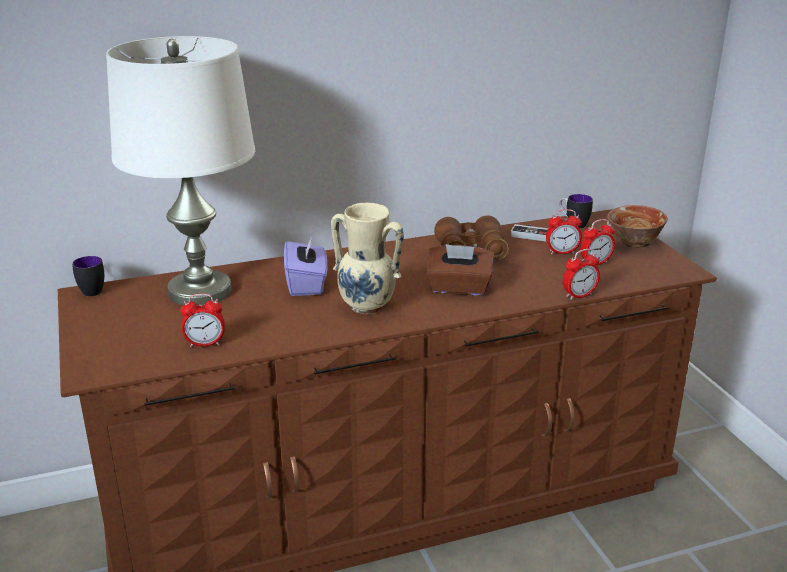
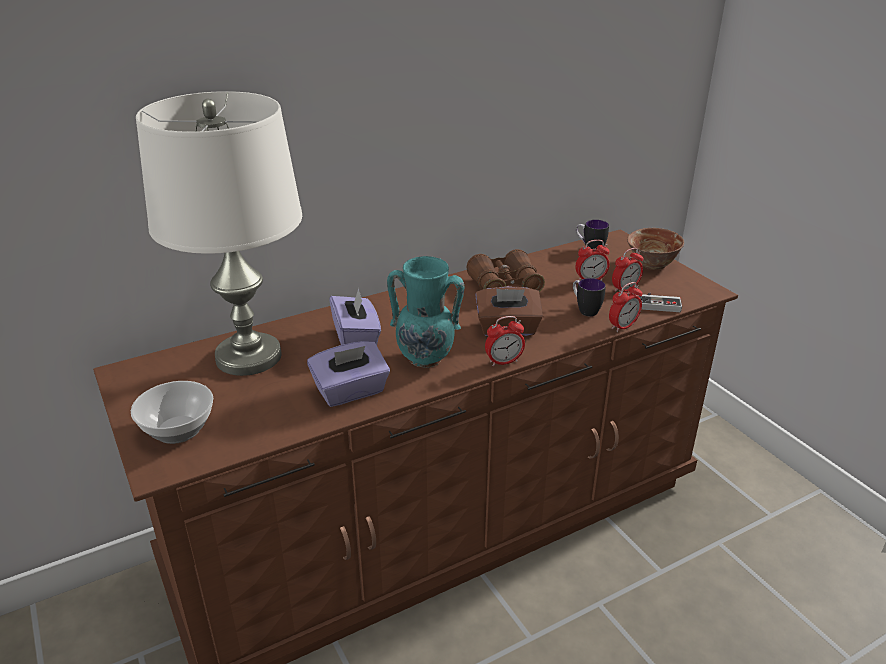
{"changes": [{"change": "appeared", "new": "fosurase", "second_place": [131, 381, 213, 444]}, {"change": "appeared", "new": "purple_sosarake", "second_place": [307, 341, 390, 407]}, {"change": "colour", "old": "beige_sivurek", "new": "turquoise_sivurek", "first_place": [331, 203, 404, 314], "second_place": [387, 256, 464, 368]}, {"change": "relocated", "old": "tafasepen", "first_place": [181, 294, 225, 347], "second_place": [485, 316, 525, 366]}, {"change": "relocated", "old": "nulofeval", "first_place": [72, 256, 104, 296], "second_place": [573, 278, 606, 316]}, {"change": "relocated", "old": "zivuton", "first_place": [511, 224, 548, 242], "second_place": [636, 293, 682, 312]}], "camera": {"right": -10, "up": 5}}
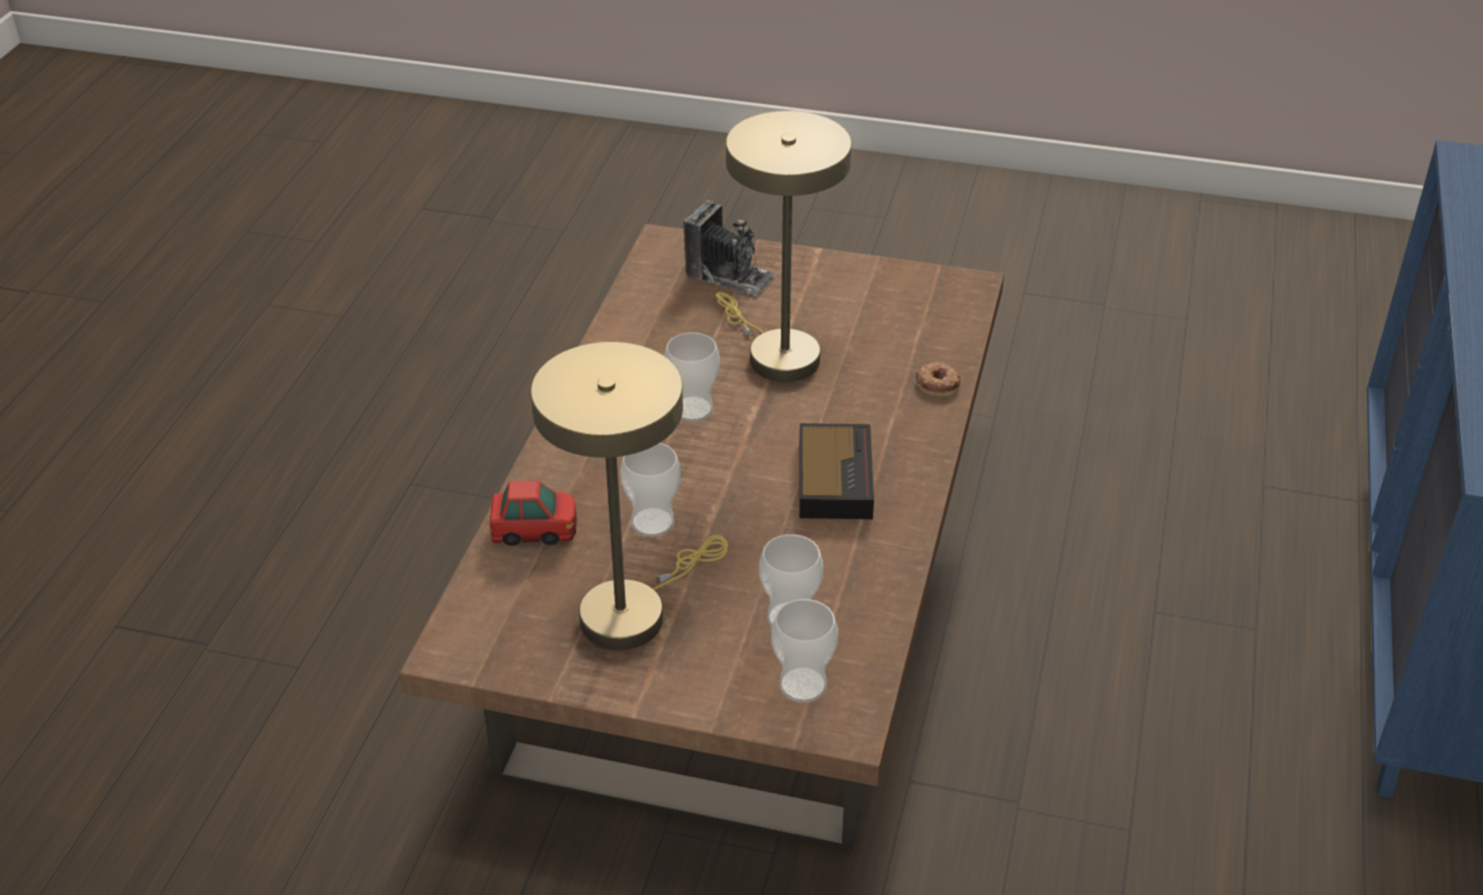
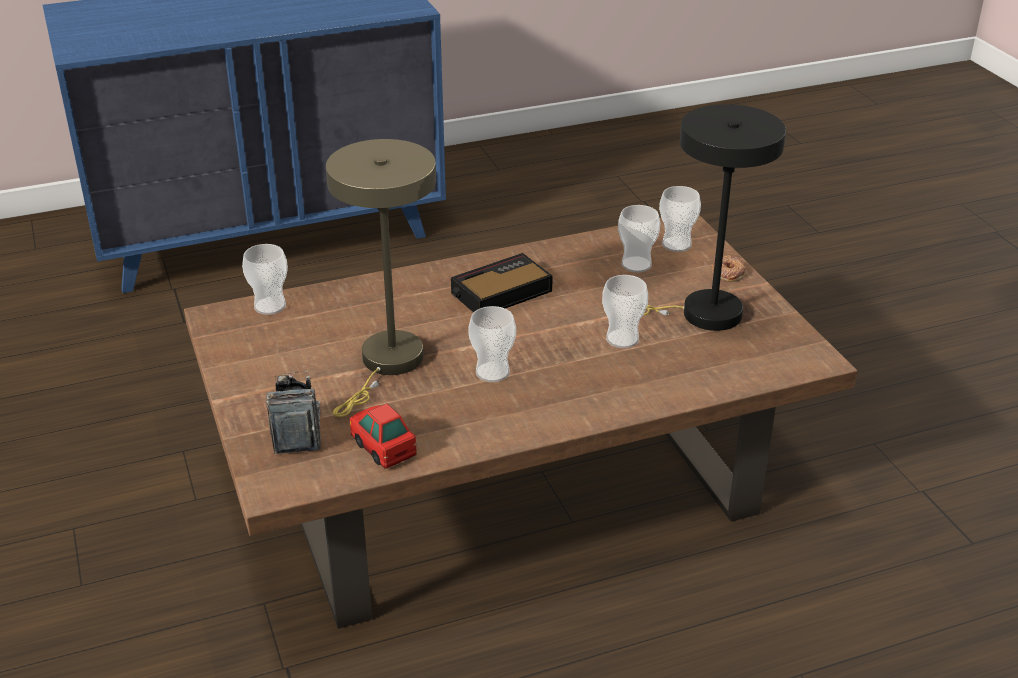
{"changes": [{"change": "appeared", "new": "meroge", "second_place": [242, 244, 288, 315]}, {"change": "relocated", "old": "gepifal", "first_place": [490, 481, 577, 546], "second_place": [350, 403, 417, 468]}, {"change": "colour", "old": "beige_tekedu", "new": "black_tekedu", "first_place": [531, 342, 728, 650], "second_place": [643, 104, 786, 331]}, {"change": "relocated", "old": "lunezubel", "first_place": [916, 363, 961, 397], "second_place": [712, 255, 746, 282]}], "camera": {"right": -125, "up": -5}}
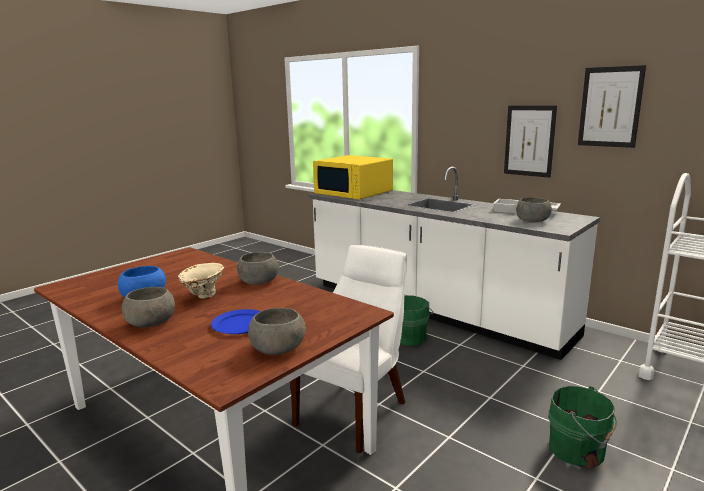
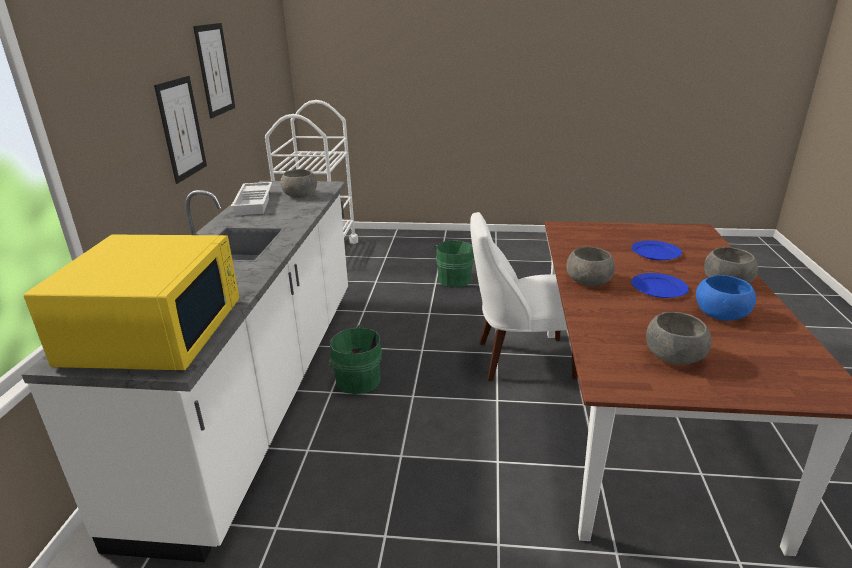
{"changes": [{"change": "exchanged", "old": "beige_sivurek", "new": "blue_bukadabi", "first_place": [177, 263, 224, 298], "second_place": [631, 273, 689, 298]}, {"change": "relocated", "old": "grey_fosurase", "first_place": [248, 308, 306, 355], "second_place": [646, 312, 712, 365]}], "camera": {"right": -125, "up": 10}}
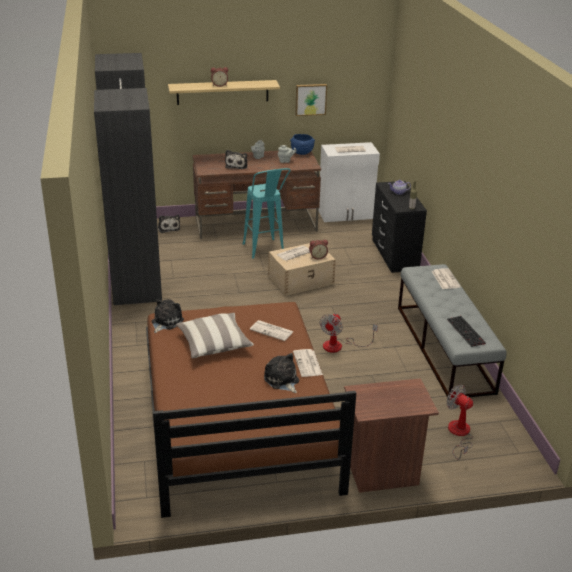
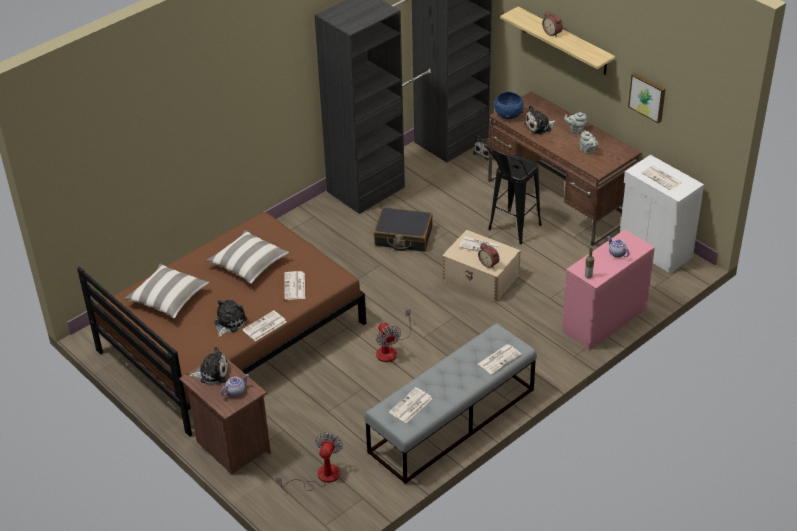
{"changes": [{"change": "appeared", "new": "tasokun", "second_place": [124, 264, 209, 318]}, {"change": "relocated", "old": "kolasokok", "first_place": [152, 299, 184, 333], "second_place": [188, 347, 228, 384]}, {"change": "appeared", "new": "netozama", "second_place": [221, 374, 249, 397]}, {"change": "appeared", "new": "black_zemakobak", "second_place": [374, 207, 433, 252]}, {"change": "spun", "old": "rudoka", "first_place": [320, 313, 378, 353], "second_place": [376, 309, 411, 362], "degrees": -105}, {"change": "exchanged", "old": "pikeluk", "new": "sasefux", "first_place": [447, 316, 486, 347], "second_place": [389, 387, 432, 423]}, {"change": "colour", "old": "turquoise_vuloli", "new": "black_vuloli", "first_place": [243, 168, 291, 258], "second_place": [484, 145, 542, 244]}, {"change": "relocated", "old": "blue_fosurase", "first_place": [290, 134, 315, 155], "second_place": [494, 92, 524, 119]}, {"change": "colour", "old": "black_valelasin", "new": "pink_valelasin", "first_place": [372, 181, 427, 273], "second_place": [562, 230, 655, 350]}], "camera": {"right": 60, "up": 10}}
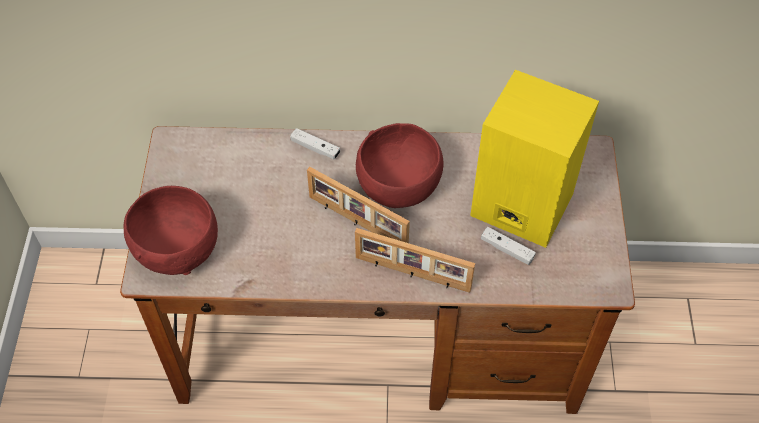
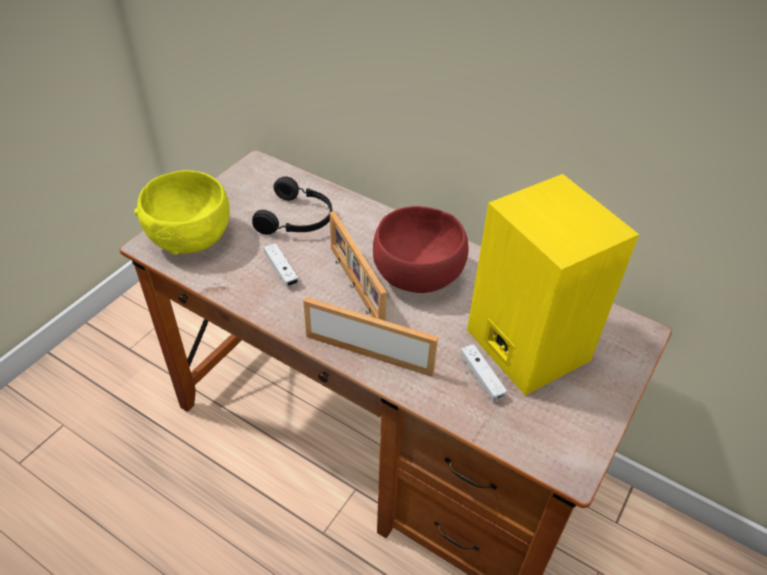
{"changes": [{"change": "colour", "old": "red_fosurase", "new": "yellow_fosurase", "first_place": [124, 186, 218, 275], "second_place": [134, 170, 230, 255]}, {"change": "appeared", "new": "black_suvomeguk", "second_place": [252, 176, 332, 235]}, {"change": "relocated", "old": "white_zivuton", "first_place": [290, 128, 340, 160], "second_place": [264, 243, 299, 287]}, {"change": "spun", "old": "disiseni", "first_place": [355, 228, 475, 293], "second_place": [303, 297, 438, 377], "degrees": 150}], "camera": {"right": 30, "up": -10}}
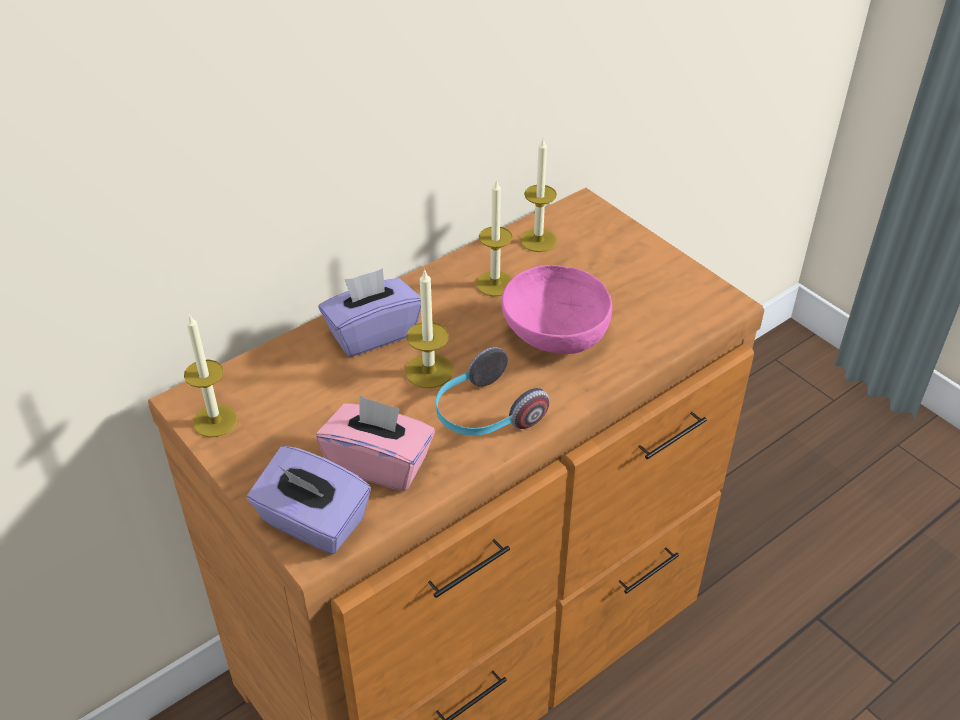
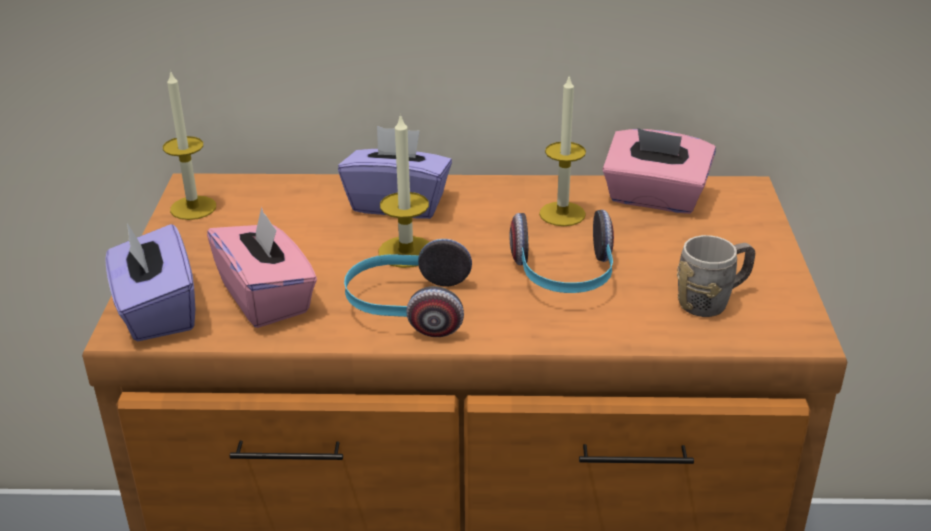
{"changes": [{"change": "exchanged", "old": "pink_fosurase", "new": "suvomeguk", "first_place": [502, 265, 612, 354], "second_place": [510, 210, 614, 293]}, {"change": "exchanged", "old": "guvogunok", "new": "pink_sosarake", "first_place": [520, 139, 557, 252], "second_place": [602, 128, 716, 214]}, {"change": "appeared", "new": "grey_nulofeval", "second_place": [677, 235, 755, 317]}], "camera": {"right": 40, "up": -10}}
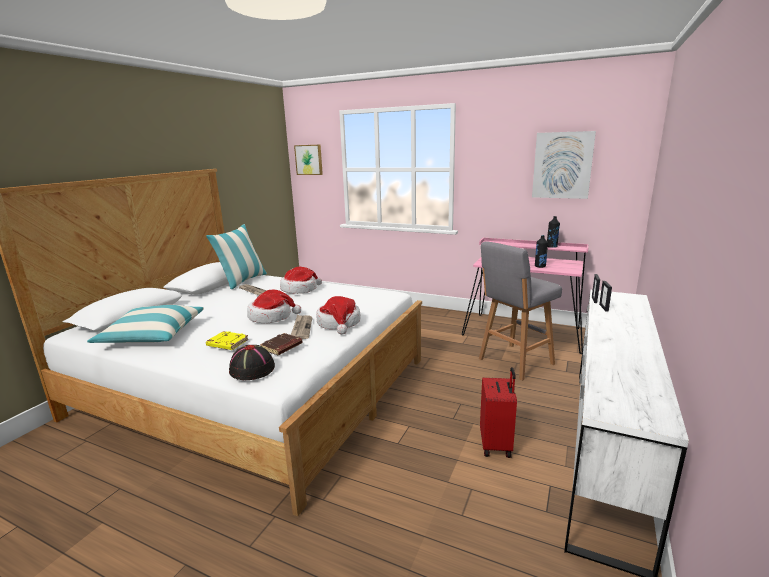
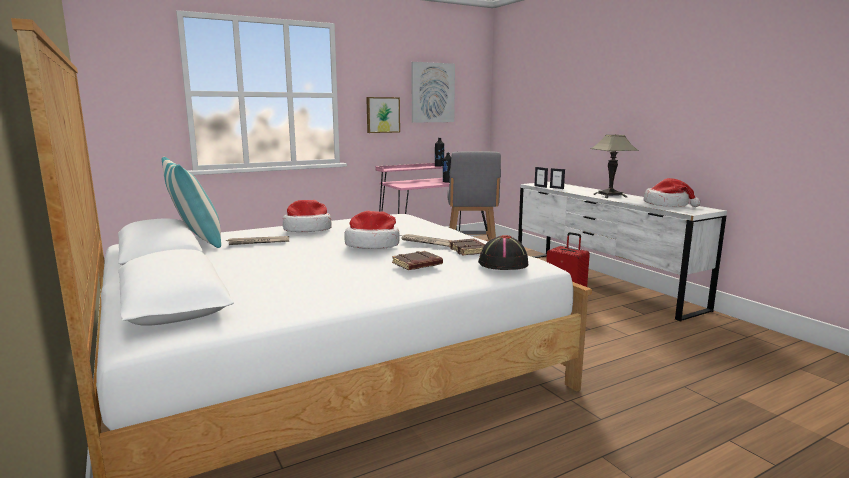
{"changes": [{"change": "relocated", "old": "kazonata", "first_place": [294, 145, 323, 175], "second_place": [366, 97, 400, 133]}, {"change": "colour", "old": "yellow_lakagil", "new": "brown_lakagil", "first_place": [206, 331, 249, 350], "second_place": [392, 251, 443, 270]}, {"change": "appeared", "new": "tekedu", "second_place": [591, 134, 639, 198]}, {"change": "relocated", "old": "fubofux", "first_place": [316, 296, 361, 335], "second_place": [643, 178, 701, 207]}, {"change": "missing", "old": "tasokun", "first_place": [87, 305, 204, 343]}], "camera": {"right": -55, "up": -5}}
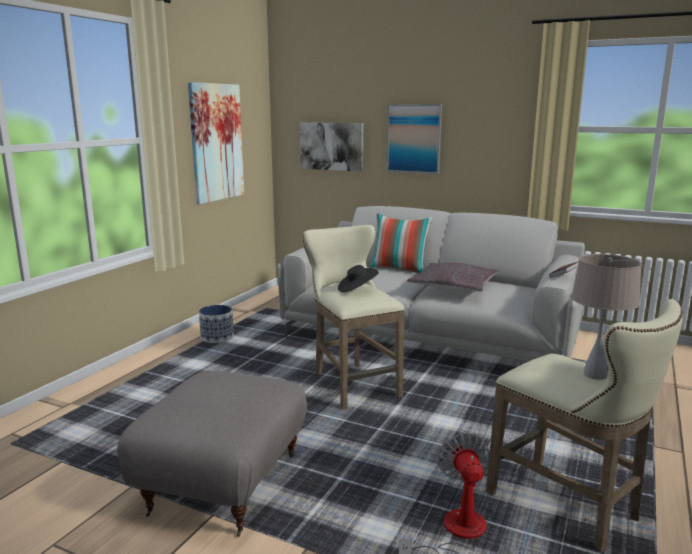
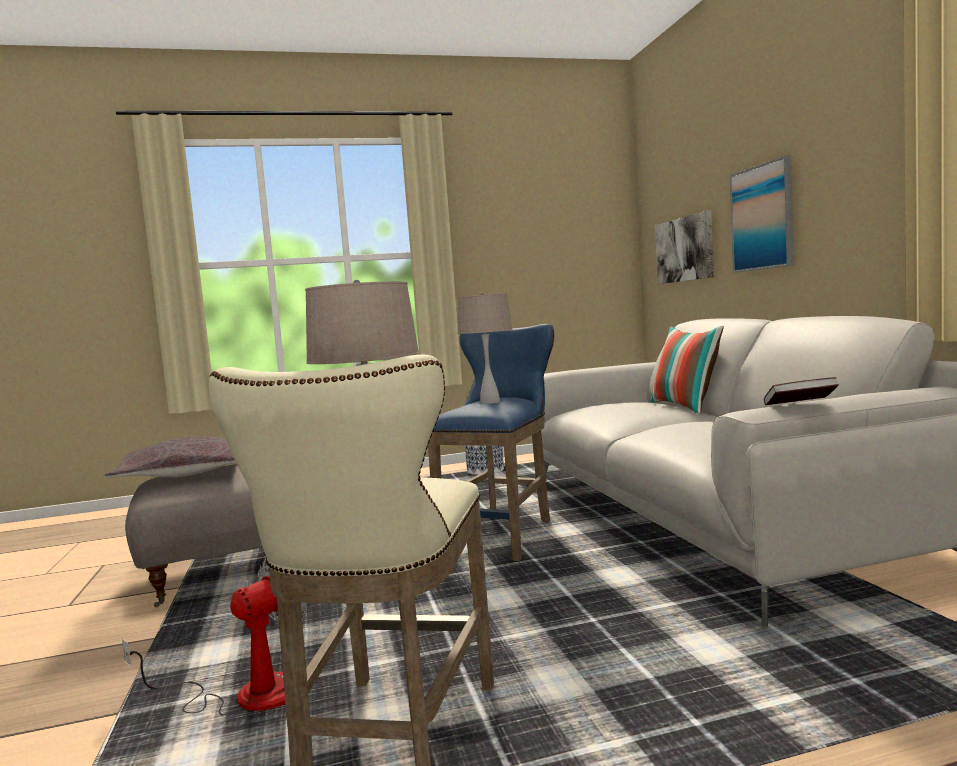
{"changes": [{"change": "relocated", "old": "grey_tasokun", "first_place": [407, 263, 499, 292], "second_place": [105, 436, 236, 478]}, {"change": "colour", "old": "beige_vuloli", "new": "blue_vuloli", "first_place": [302, 225, 405, 410], "second_place": [428, 324, 554, 561]}, {"change": "exchanged", "old": "black_fubofux", "new": "beige_tekedu", "first_place": [338, 265, 379, 292], "second_place": [457, 293, 513, 404]}, {"change": "missing", "old": "kazonata", "first_place": [188, 82, 244, 204]}], "camera": {"right": 50, "up": -10}}
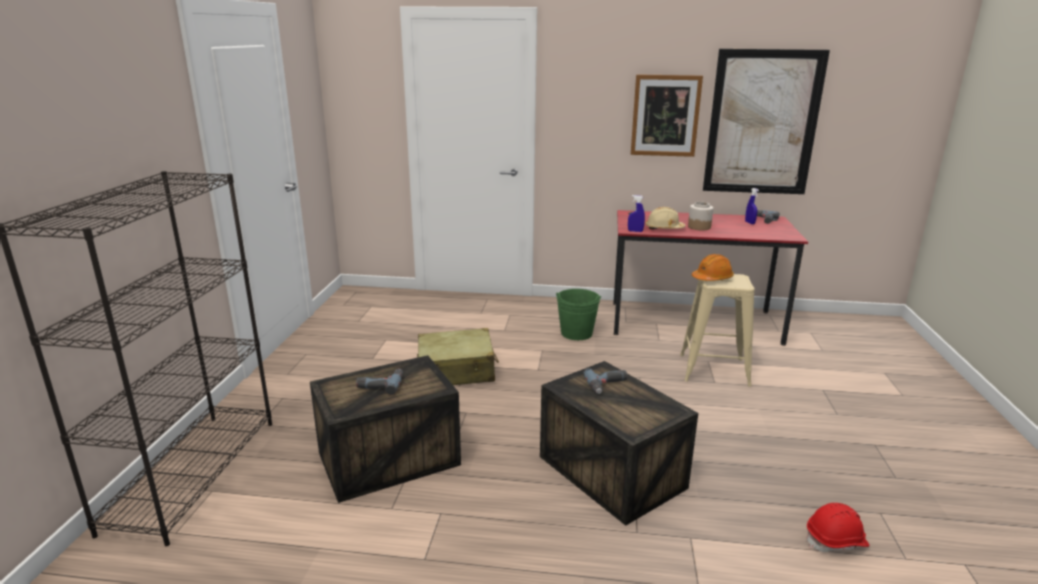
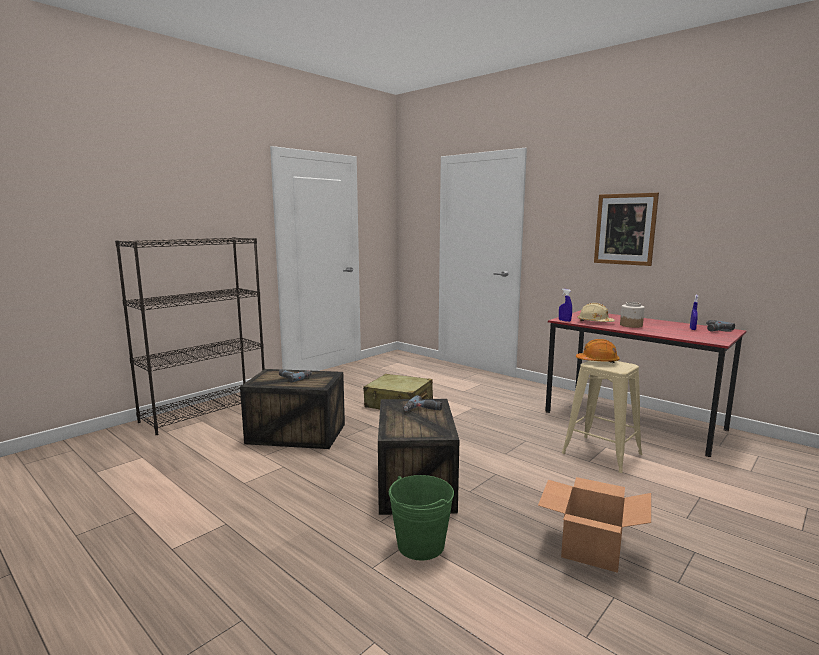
{"changes": [{"change": "relocated", "old": "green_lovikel", "first_place": [556, 289, 601, 340], "second_place": [389, 475, 454, 561]}, {"change": "appeared", "new": "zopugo", "second_place": [538, 477, 651, 573]}, {"change": "missing", "old": "kazonata", "first_place": [703, 49, 830, 194]}, {"change": "missing", "old": "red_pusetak", "first_place": [807, 503, 870, 552]}], "camera": {"right": 35, "up": -10}}
